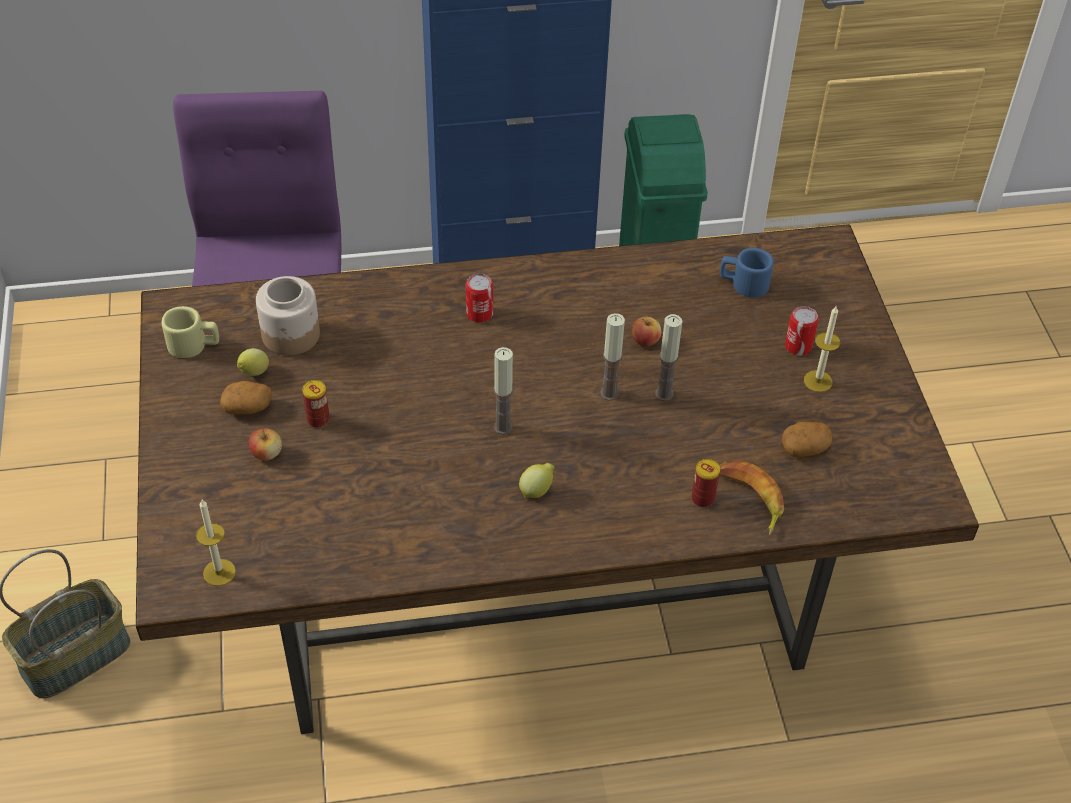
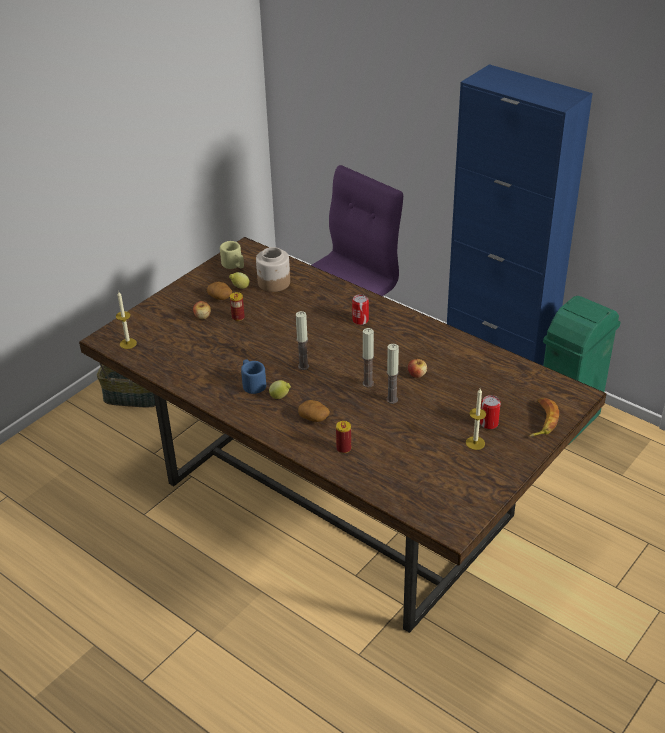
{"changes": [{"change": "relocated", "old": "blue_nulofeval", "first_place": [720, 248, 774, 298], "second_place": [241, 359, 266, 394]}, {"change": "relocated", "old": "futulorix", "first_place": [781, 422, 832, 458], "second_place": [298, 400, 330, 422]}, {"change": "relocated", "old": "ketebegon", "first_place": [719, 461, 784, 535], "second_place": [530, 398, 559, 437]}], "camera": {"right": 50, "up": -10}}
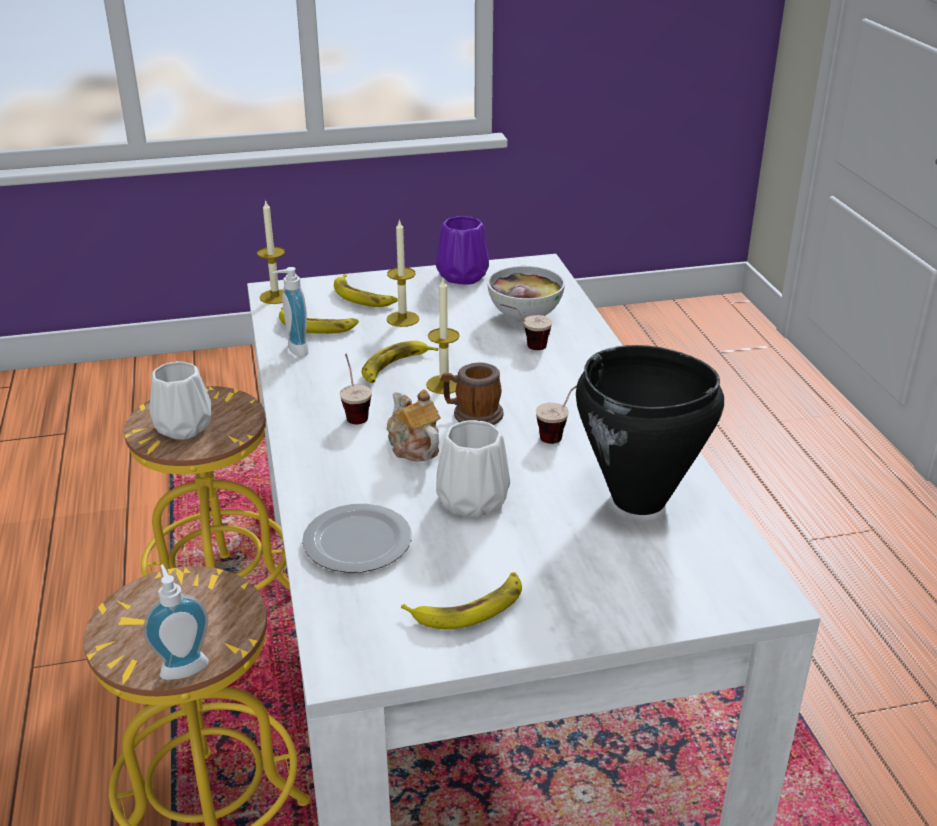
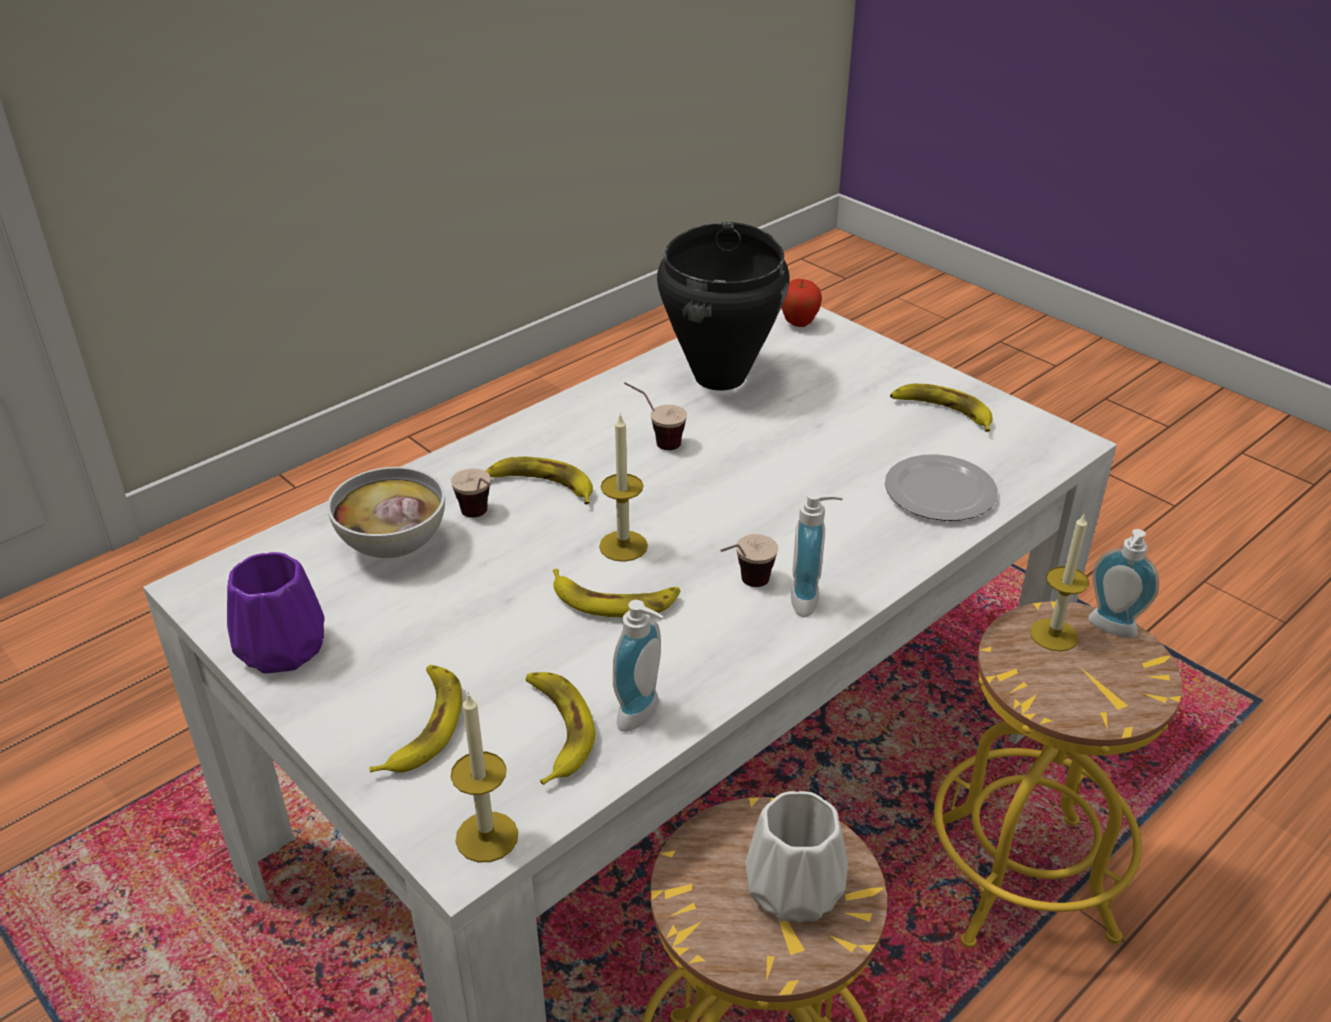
{"changes": [{"change": "appeared", "new": "ketebegon", "second_place": [486, 457, 593, 505]}, {"change": "appeared", "new": "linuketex", "second_place": [781, 279, 822, 327]}, {"change": "appeared", "new": "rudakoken", "second_place": [791, 491, 843, 617]}, {"change": "relocated", "old": "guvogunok", "first_place": [387, 219, 419, 327], "second_place": [1030, 514, 1089, 651]}, {"change": "missing", "old": "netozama", "first_place": [387, 389, 441, 462]}, {"change": "missing", "old": "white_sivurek", "first_place": [436, 420, 510, 517]}, {"change": "missing", "old": "nulofeval", "first_place": [441, 362, 503, 425]}], "camera": {"right": -120, "up": 5}}
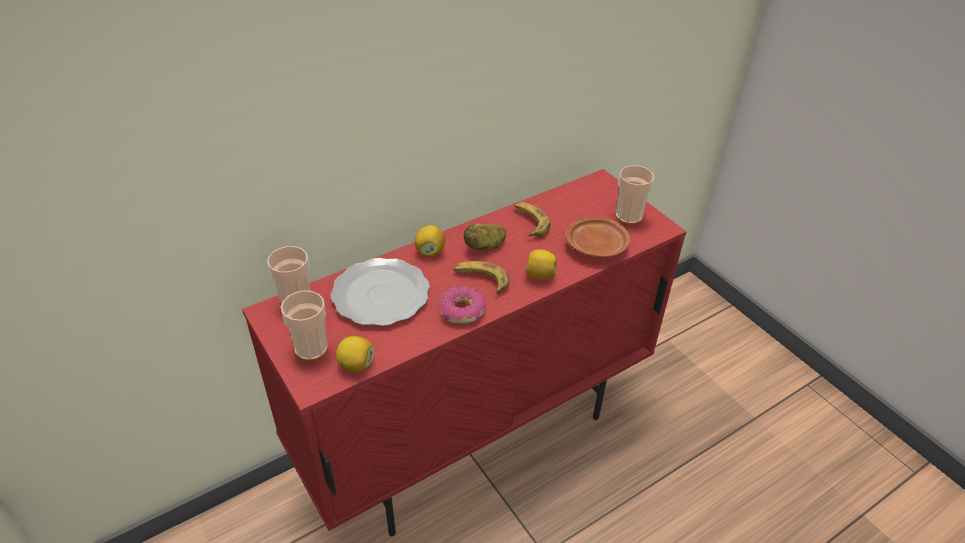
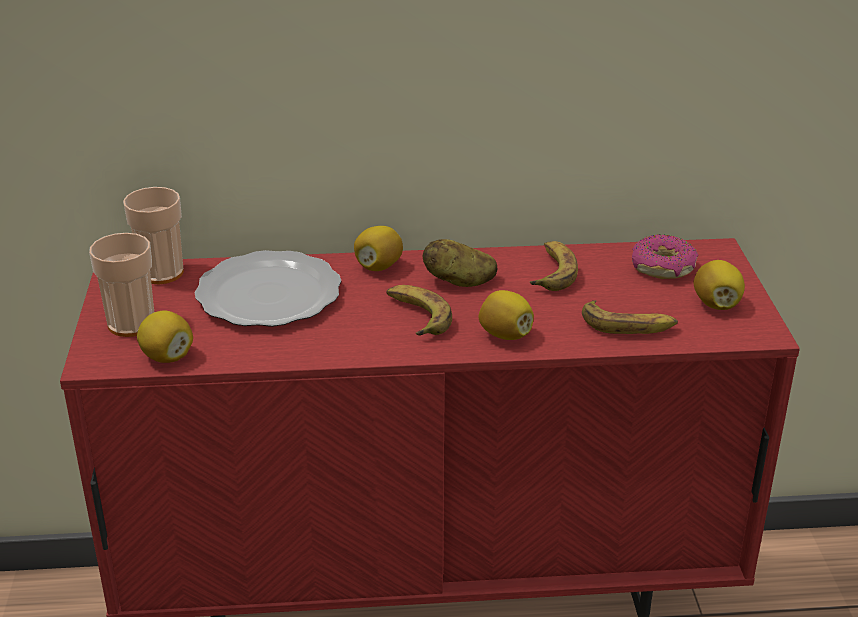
{"changes": [{"change": "exchanged", "old": "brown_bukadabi", "new": "ketebegon", "first_place": [565, 217, 631, 257], "second_place": [582, 300, 678, 334]}, {"change": "relocated", "old": "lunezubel", "first_place": [439, 286, 486, 324], "second_place": [632, 234, 698, 279]}, {"change": "exchanged", "old": "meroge", "new": "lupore", "first_place": [615, 165, 654, 225], "second_place": [694, 260, 745, 310]}], "camera": {"right": 30, "up": -10}}
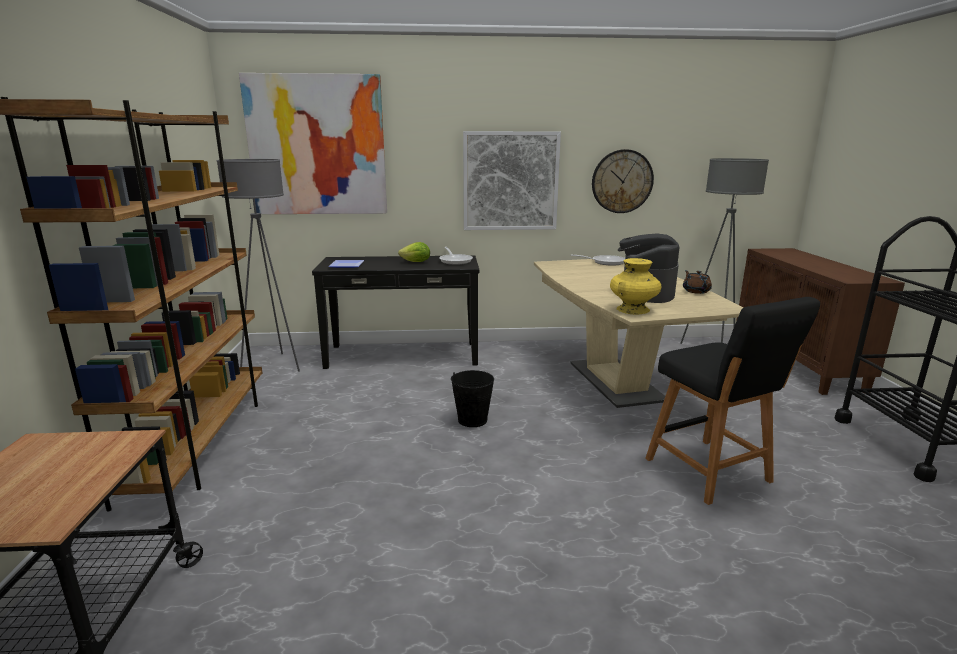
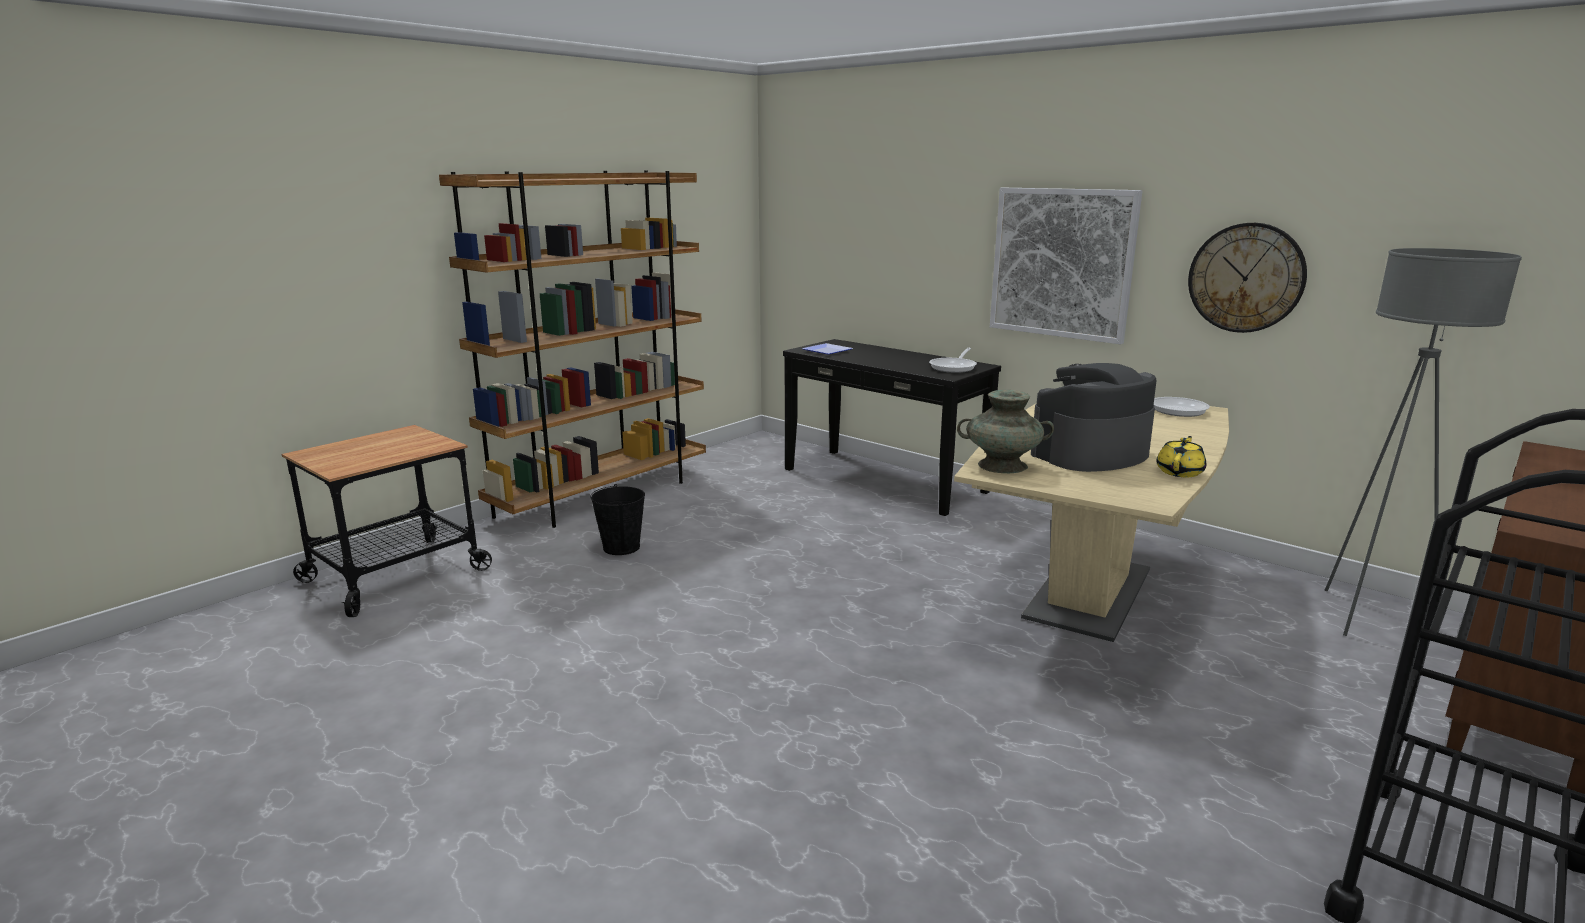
{"changes": [{"change": "relocated", "old": "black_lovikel", "first_place": [451, 370, 494, 427], "second_place": [590, 484, 645, 555]}, {"change": "colour", "old": "yellow_sivurek", "new": "turquoise_sivurek", "first_place": [610, 258, 661, 314], "second_place": [957, 390, 1054, 473]}, {"change": "colour", "old": "brown_netozama", "new": "yellow_netozama", "first_place": [683, 270, 712, 294], "second_place": [1156, 436, 1206, 477]}, {"change": "missing", "old": "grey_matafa", "first_place": [217, 159, 300, 372]}, {"change": "missing", "old": "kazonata", "first_place": [239, 73, 387, 214]}, {"change": "missing", "old": "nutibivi", "first_place": [398, 242, 430, 262]}, {"change": "missing", "old": "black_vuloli", "first_place": [645, 297, 820, 505]}], "camera": {"right": 45, "up": 0}}
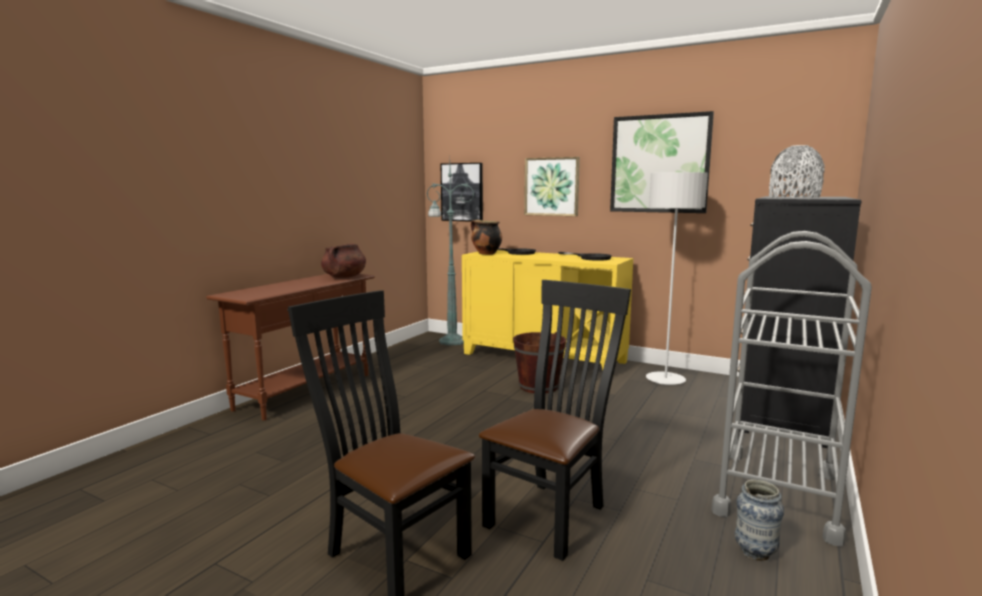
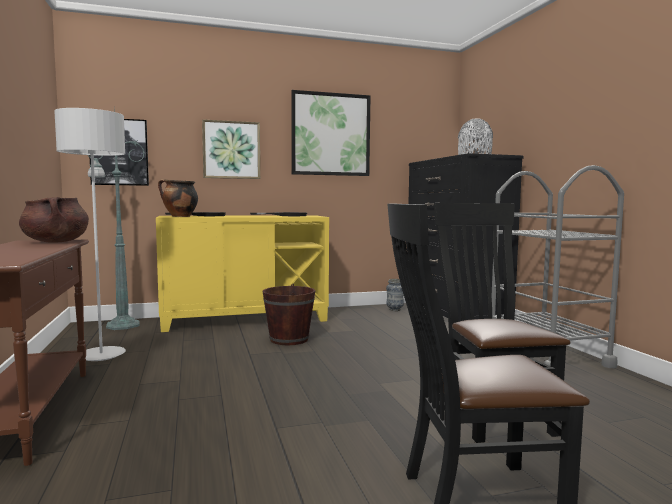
{"changes": [{"change": "relocated", "old": "grey_matafa", "first_place": [646, 172, 708, 385], "second_place": [54, 108, 126, 361]}, {"change": "relocated", "old": "sivurek", "first_place": [735, 479, 784, 561], "second_place": [386, 279, 404, 311]}], "camera": {"right": -45, "up": -5}}
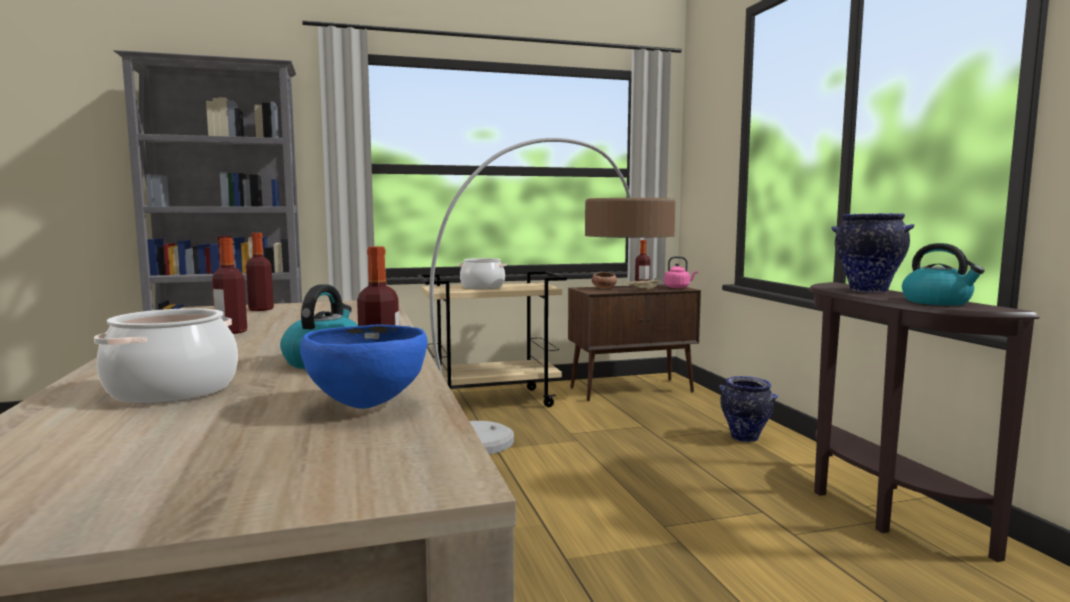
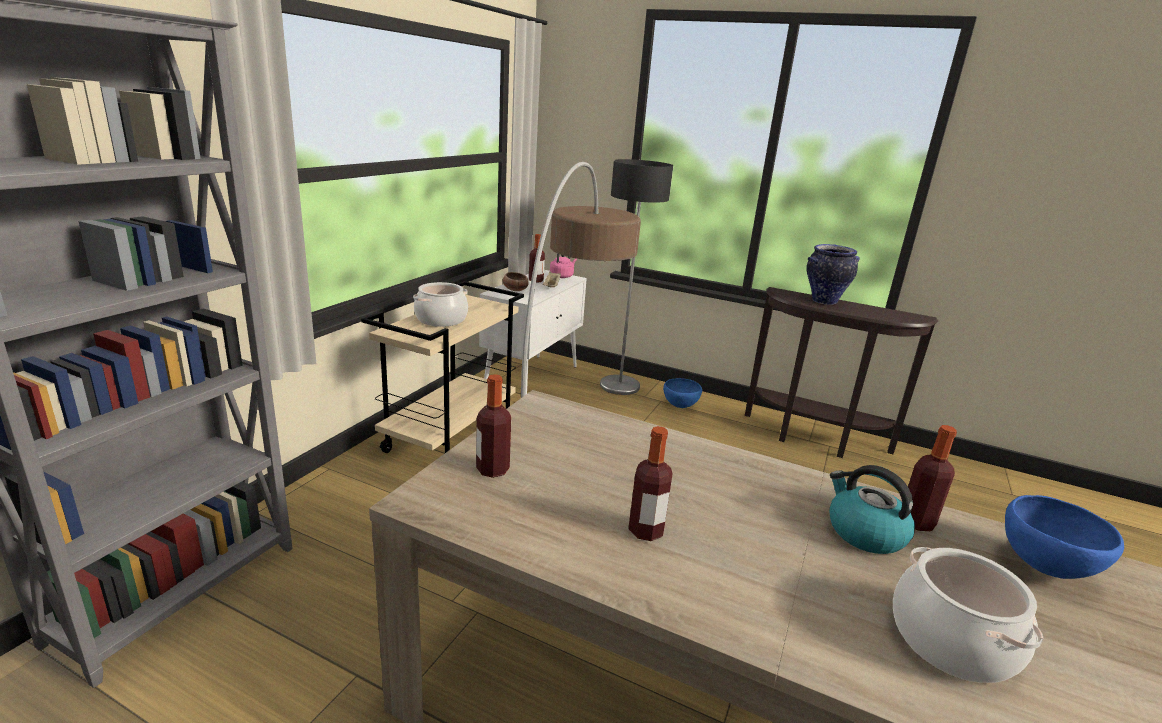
{"changes": [{"change": "colour", "old": "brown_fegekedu", "new": "white_fegekedu", "first_place": [568, 284, 701, 401], "second_place": [479, 270, 587, 394]}, {"change": "appeared", "new": "matafa", "second_place": [600, 159, 673, 395]}, {"change": "exchanged", "old": "sivurek", "new": "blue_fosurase", "first_place": [719, 376, 778, 442], "second_place": [663, 378, 702, 408]}, {"change": "missing", "old": "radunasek", "first_place": [902, 243, 985, 306]}], "camera": {"right": -50, "up": 15}}
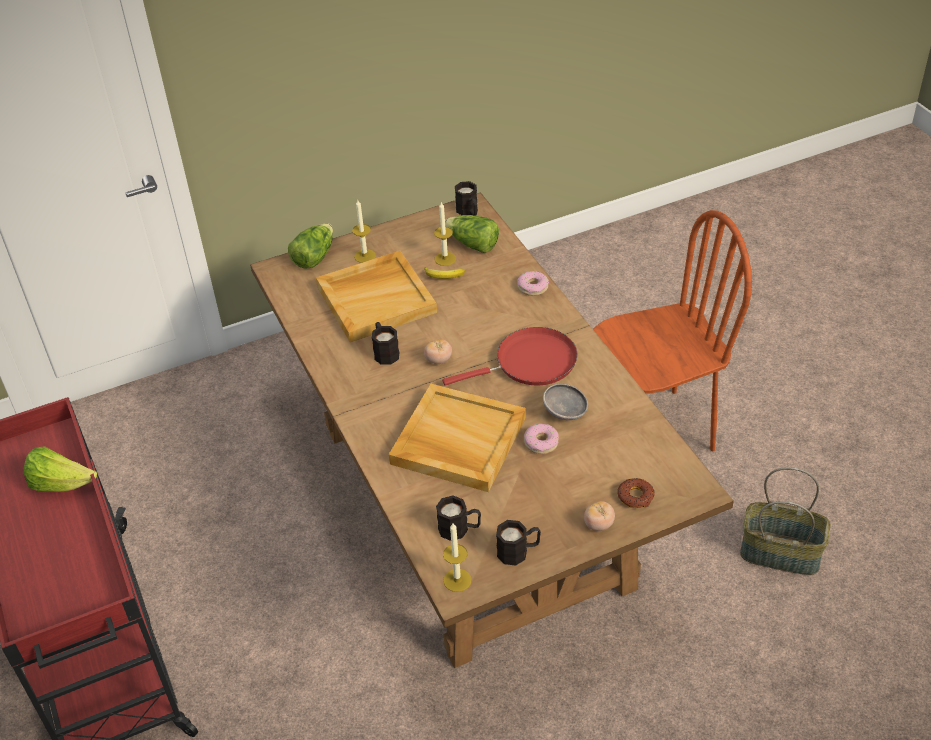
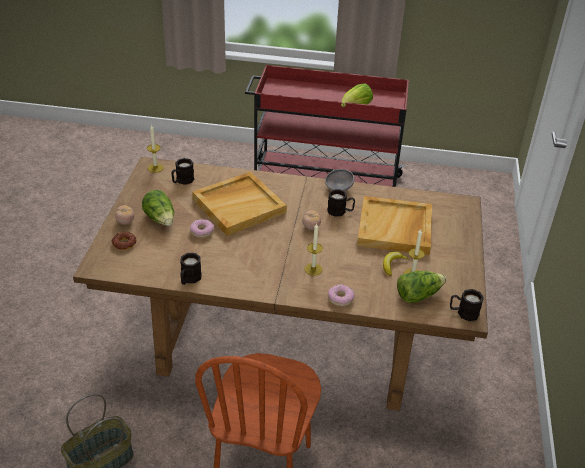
{"changes": [{"change": "relocated", "old": "nutibivi", "first_place": [288, 223, 333, 269], "second_place": [142, 190, 174, 226]}, {"change": "relocated", "old": "black_nulofeval", "first_place": [496, 520, 541, 566], "second_place": [180, 253, 202, 285]}, {"change": "relocated", "old": "guvogunok", "first_place": [352, 200, 376, 263], "second_place": [304, 223, 323, 275]}, {"change": "relocated", "old": "grey_fosurase", "first_place": [543, 384, 588, 420], "second_place": [325, 169, 354, 191]}, {"change": "missing", "old": "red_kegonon", "first_place": [442, 327, 577, 386]}], "camera": {"right": 120, "up": -5}}
